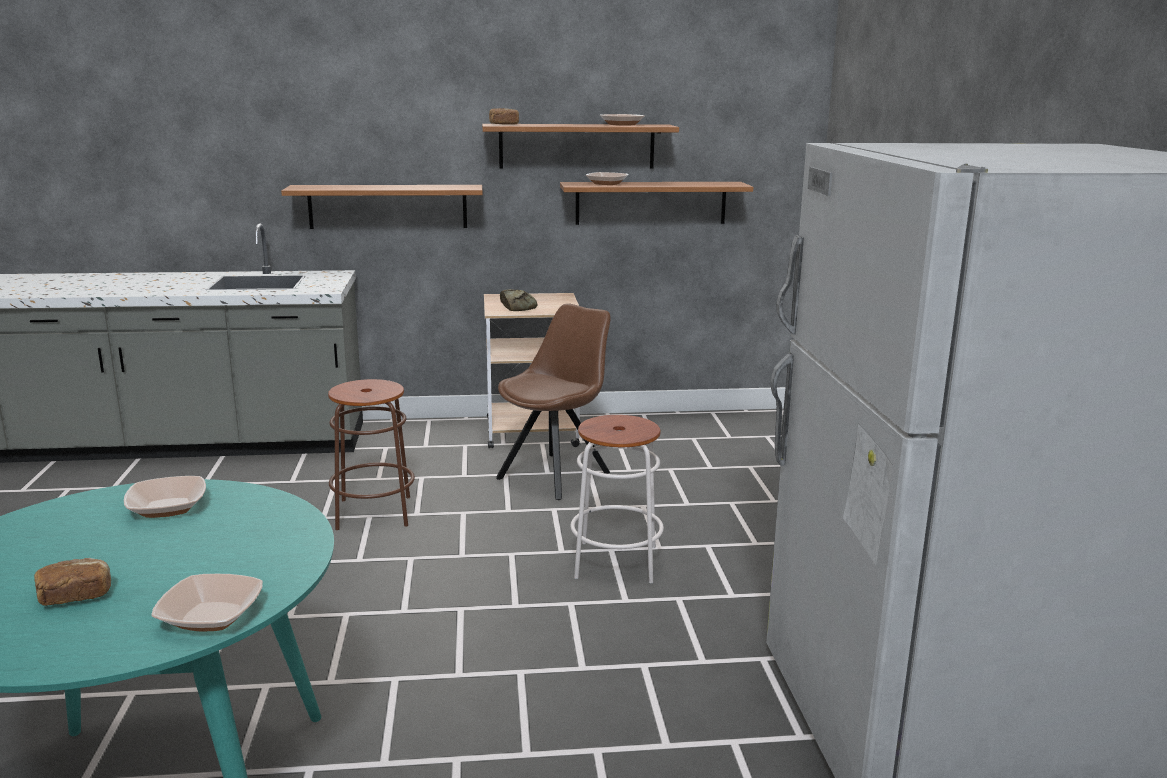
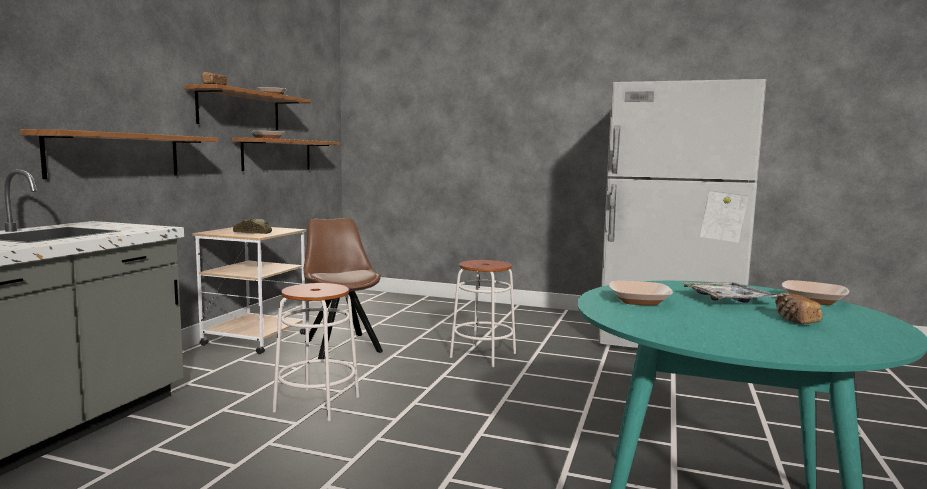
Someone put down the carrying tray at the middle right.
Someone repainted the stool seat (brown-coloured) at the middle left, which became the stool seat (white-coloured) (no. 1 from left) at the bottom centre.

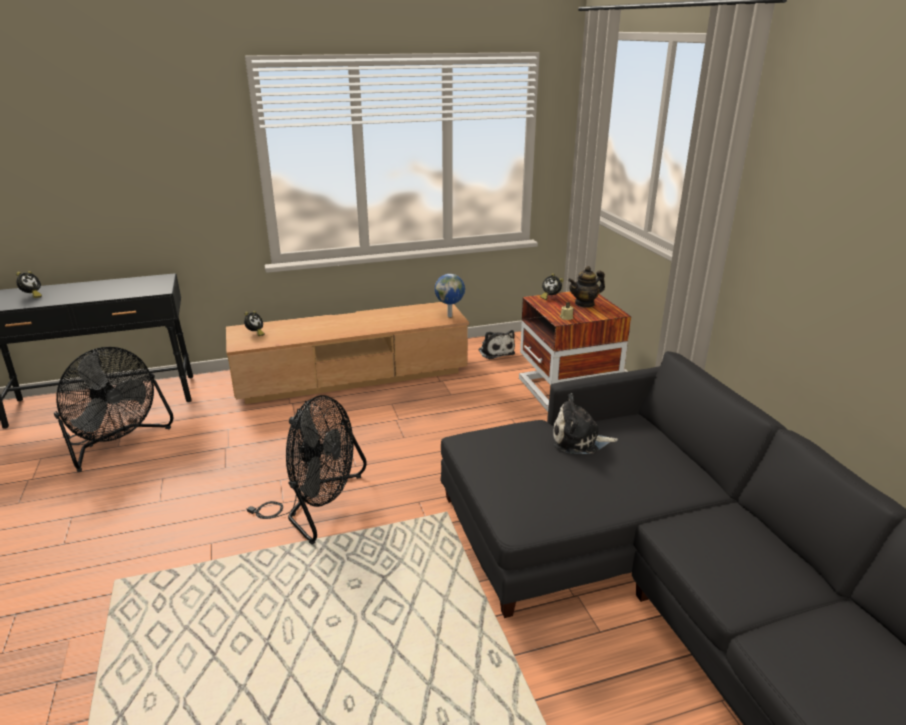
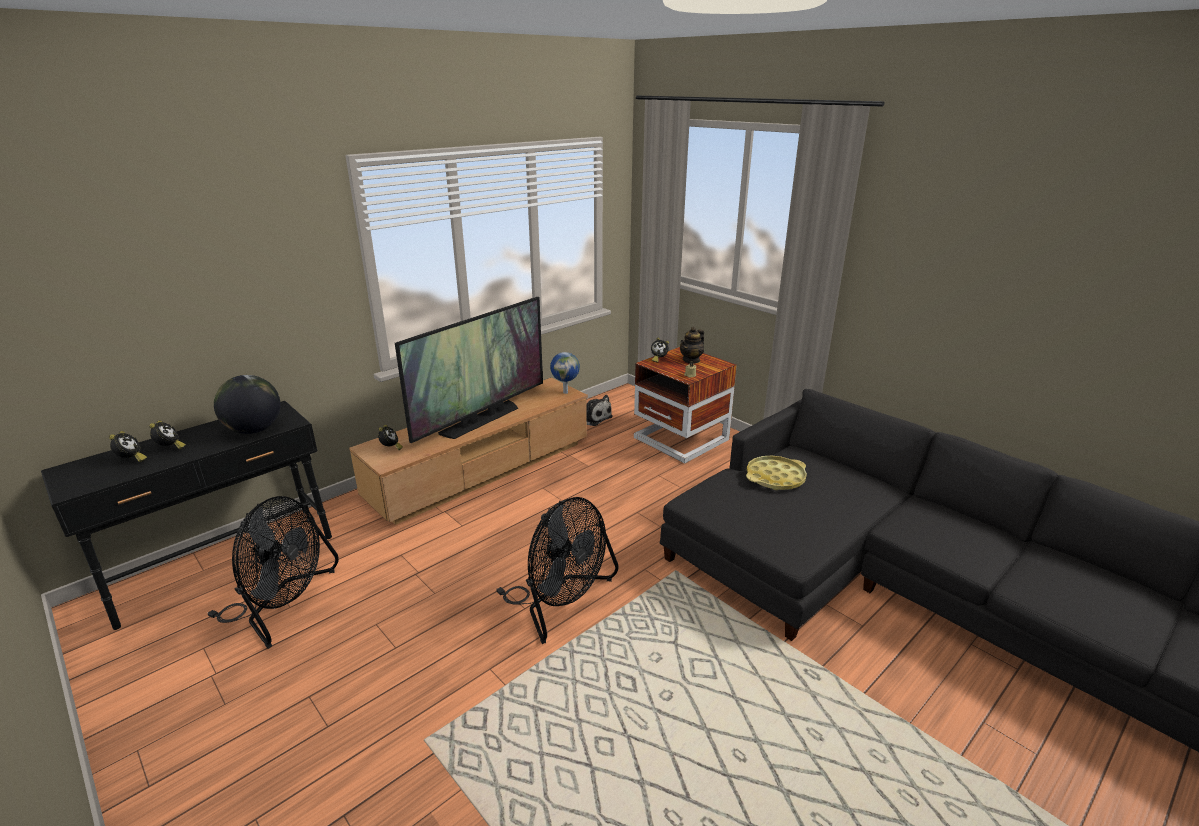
Someone put down the bedside clock (no. 2 from left) at the middle left.
Someone put down the world globe (no. 1 from left) at the middle left.
Someone put down the TV set at the centre.
Someone swapped the plush toy (no. 2 from left) at the centre for the carrying tray (yellow-coloured) at the centre.
Someone rotated the electric fan (blackish) (no. 2 from left) at the centre by 45 degrees clockwise.

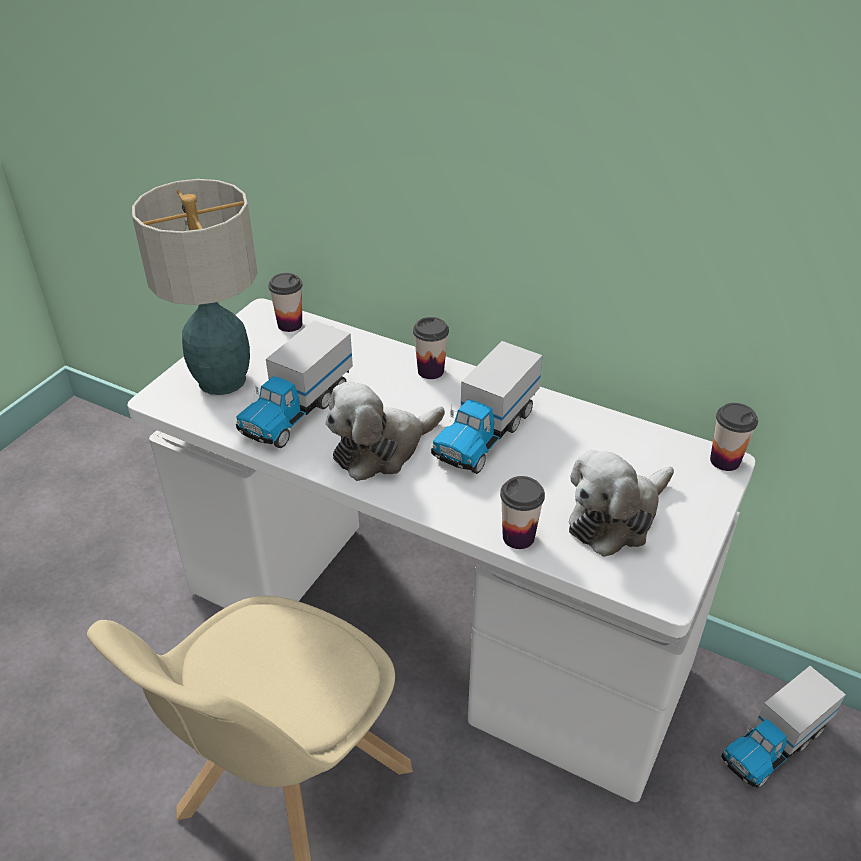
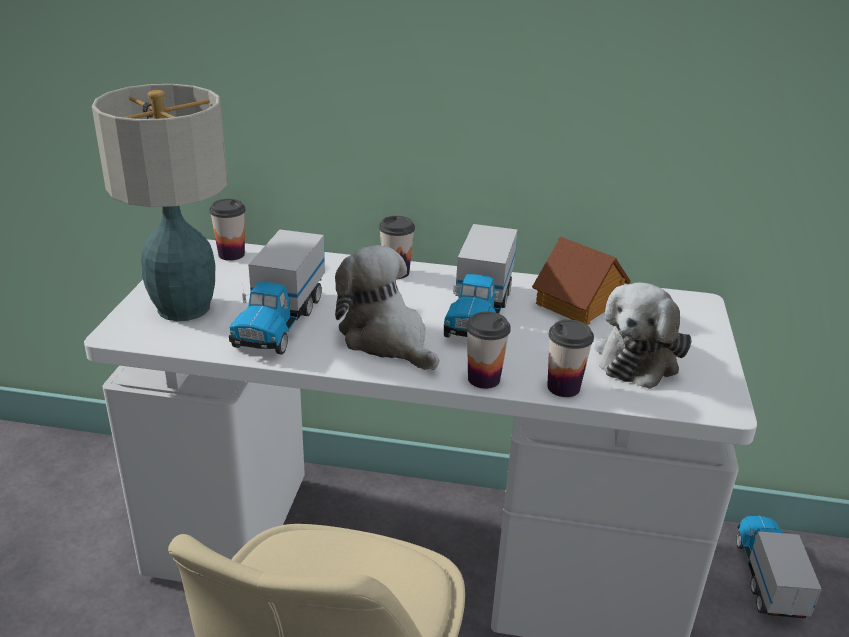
Someone put down the model house at the middle right.
Someone carried the cup (no. 4 from left in the first image) from the middle right to the centre.
Someone rotated the plush toy (no. 1 from left) at the centre by 105 degrees clockwise.
Someone rotated the toy truck (no. 3 from left) at the bottom right by 150 degrees clockwise.

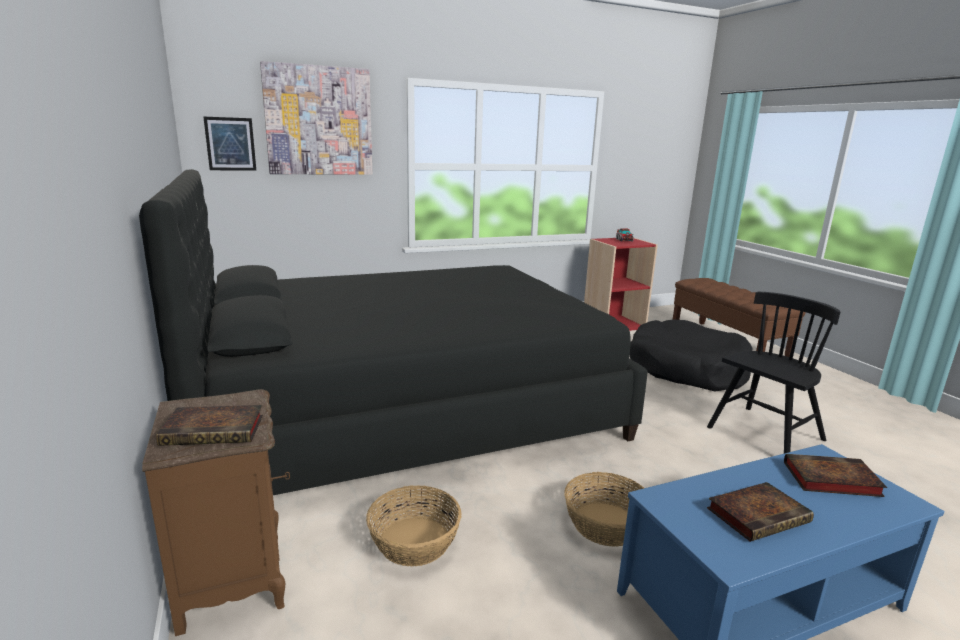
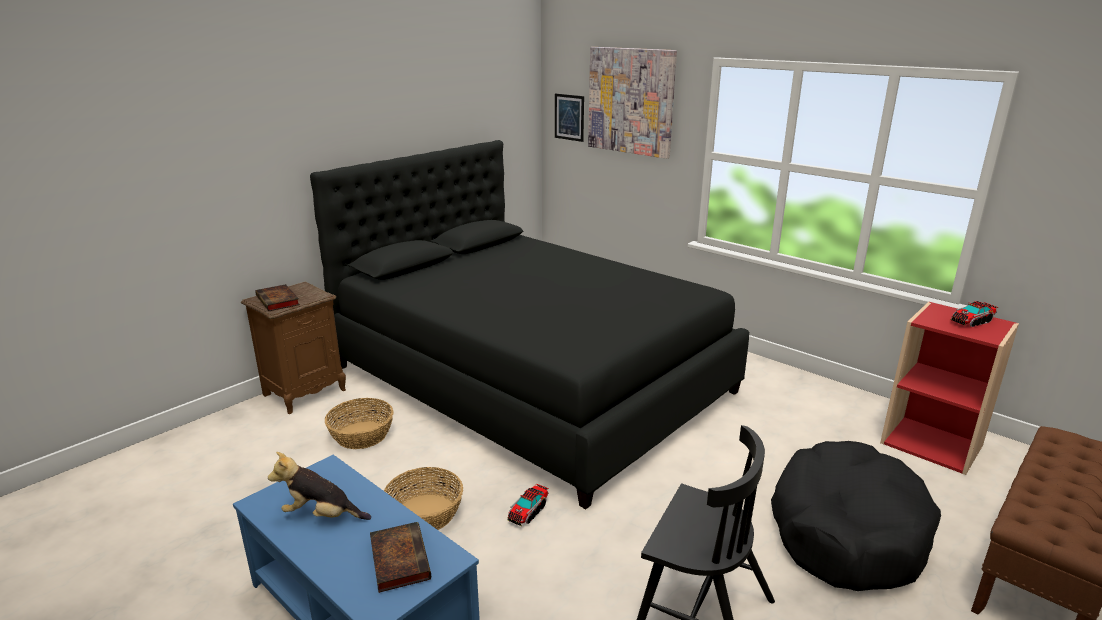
Someone put down the toy truck (no. 1 from left) at the bottom centre.
Someone swapped the bound book (no. 2 from left) at the bottom right for the plush toy at the bottom left.

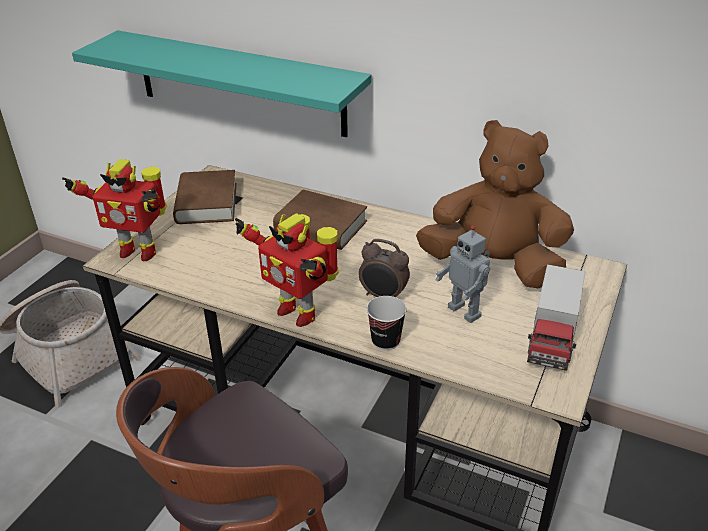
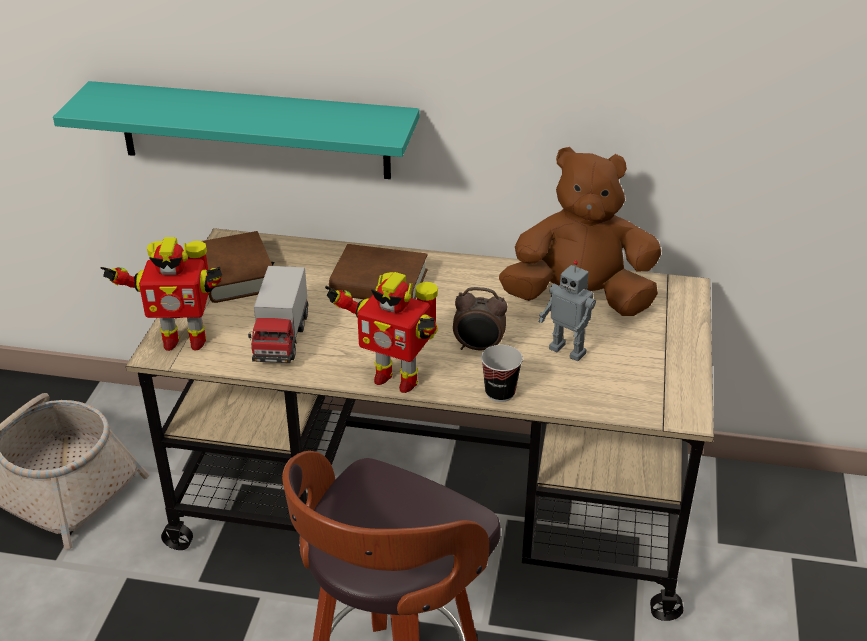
Someone carried the toy truck from the middle right to the middle left.

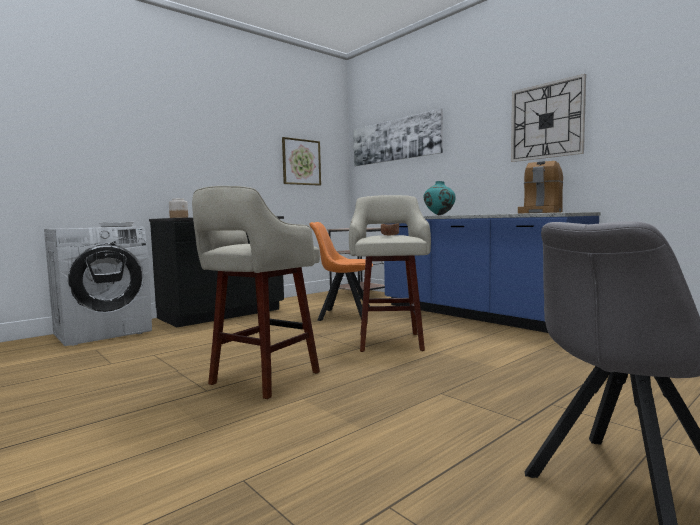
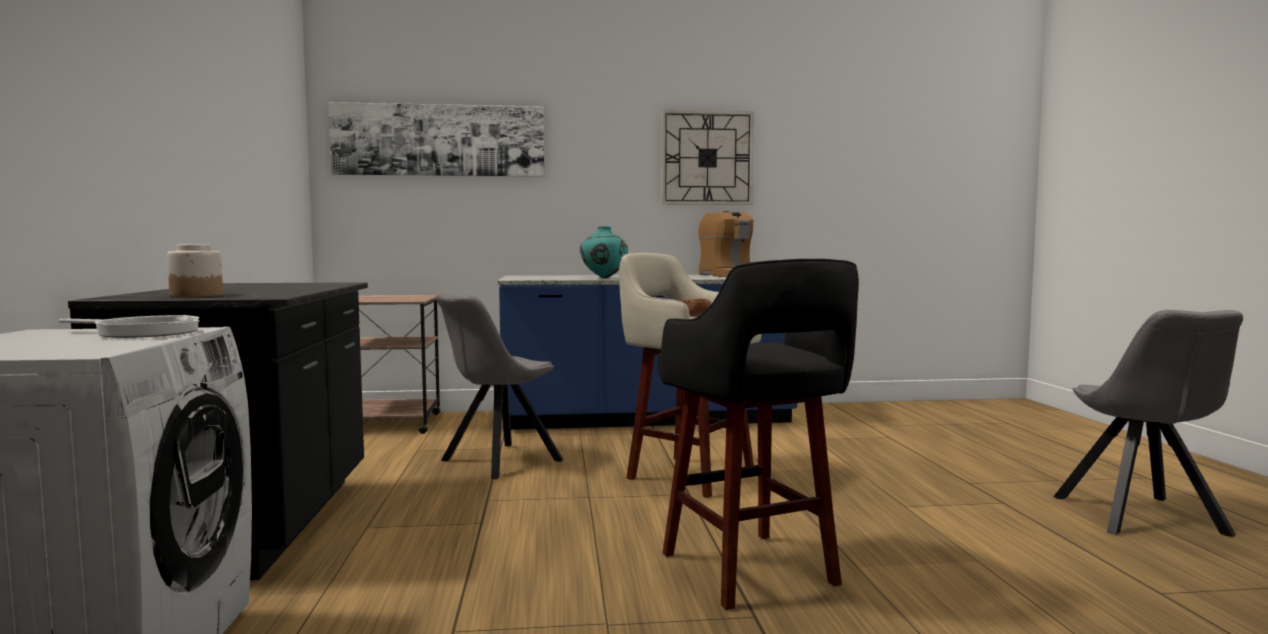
Someone took away the wall picture (no. 1 from left) at the top centre.
Someone repainted the stool seat (sand-coloured) (no. 1 from left) at the centre, which became the stool seat (blackish) at the bottom centre.
Someone repainted the upright chair (orangey) at the centre, which became the upright chair (gray) (no. 1 from left) at the centre.

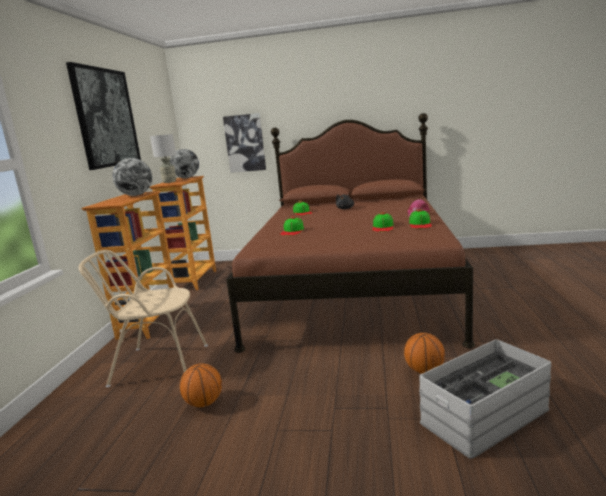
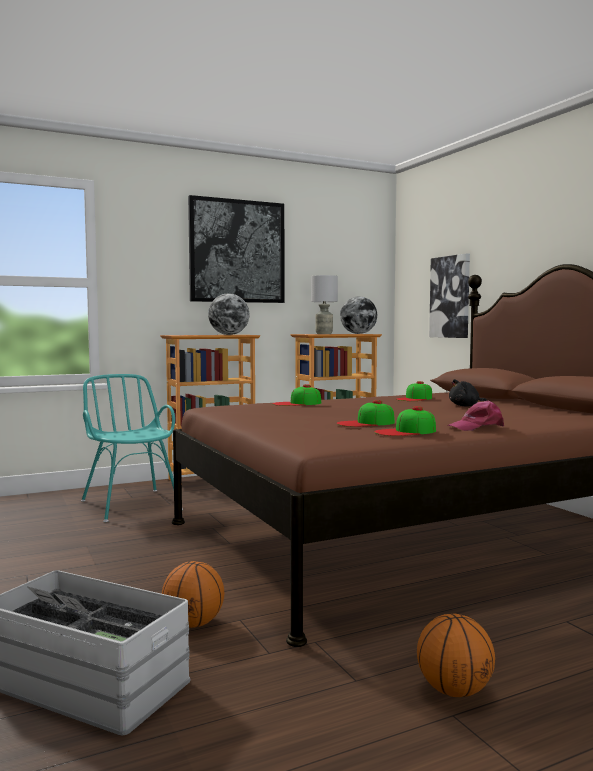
Someone carried the basketball ball (no. 1 from left in the first image) from the bottom left to the bottom right.
Someone repainted the upright chair (sand-coloured) at the middle left, which became the upright chair (blue-green) at the middle left.

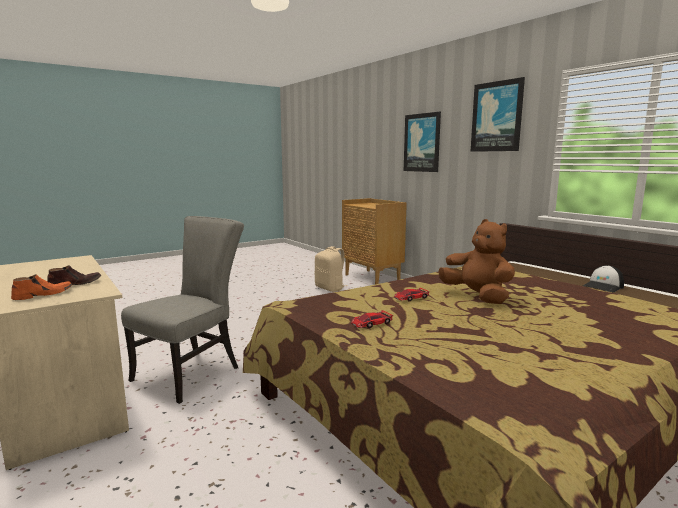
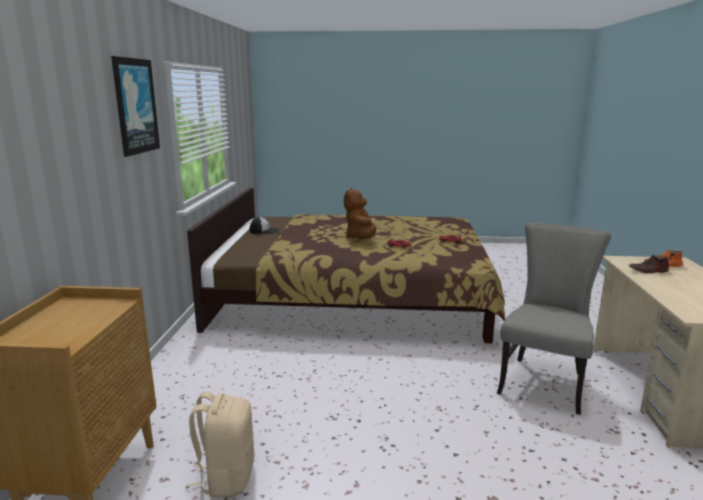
Someone took away the wall picture (no. 1 from left) at the top centre.
Someone rotated the upright chair (gray) at the middle left by 135 degrees clockwise.

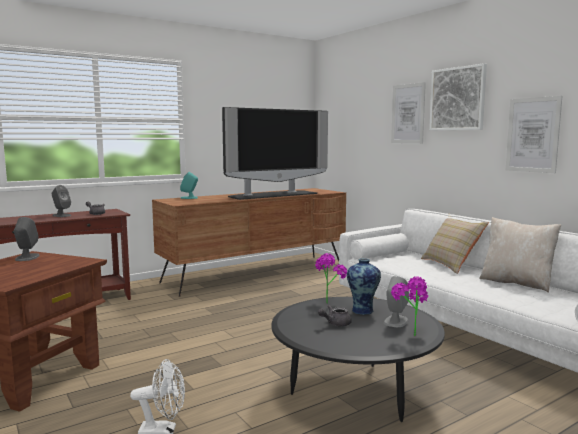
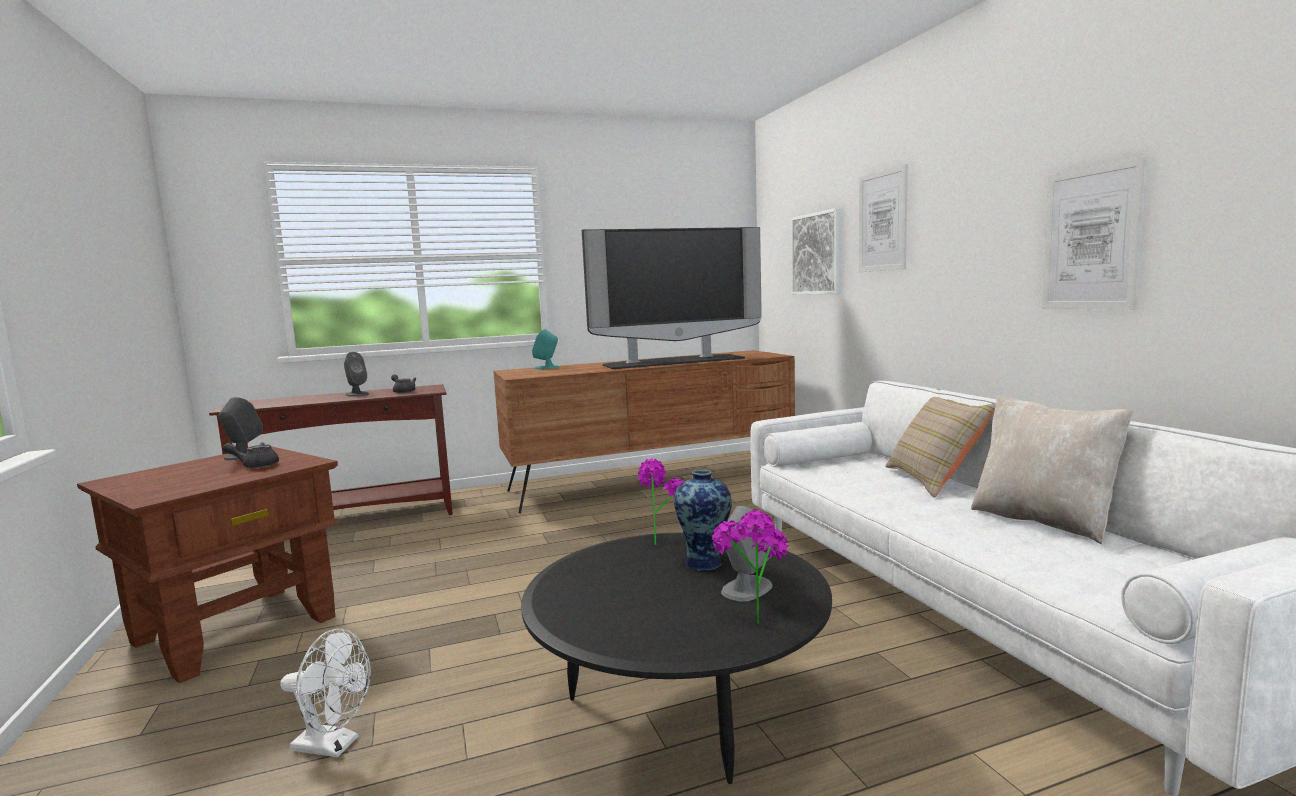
Someone carried the pot for tea (gray) (no. 2 from left in the first image) from the bottom centre to the middle left.
Someone carried the wall picture (no. 2 from left in the first image) from the top right to the top centre.

